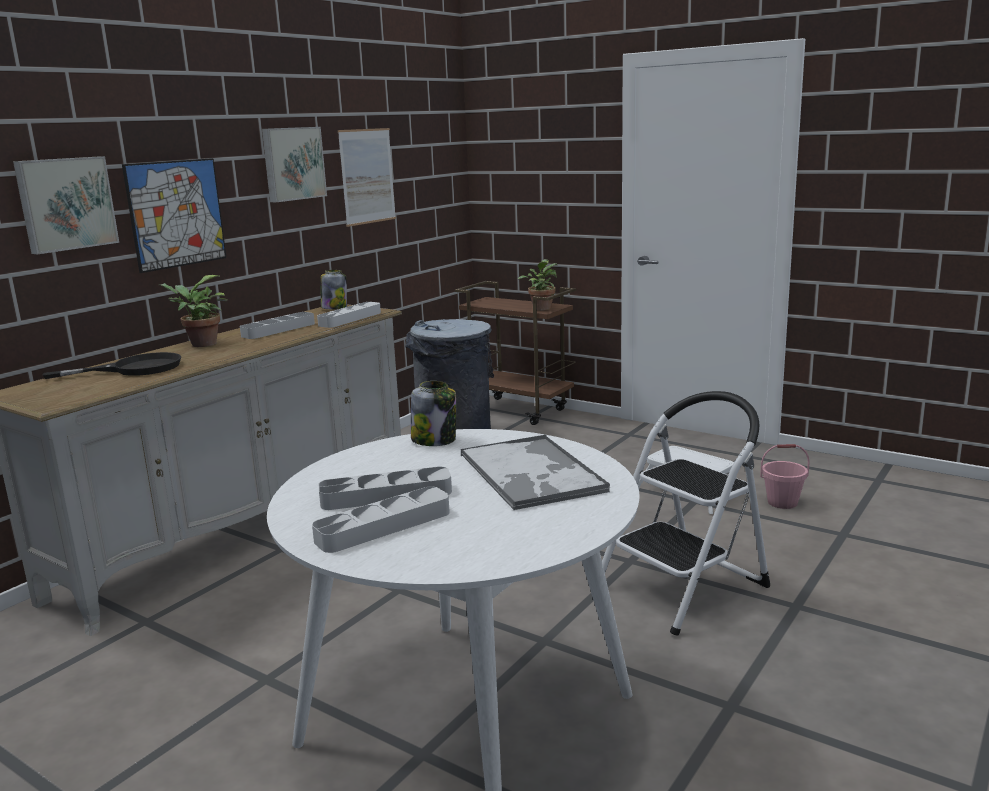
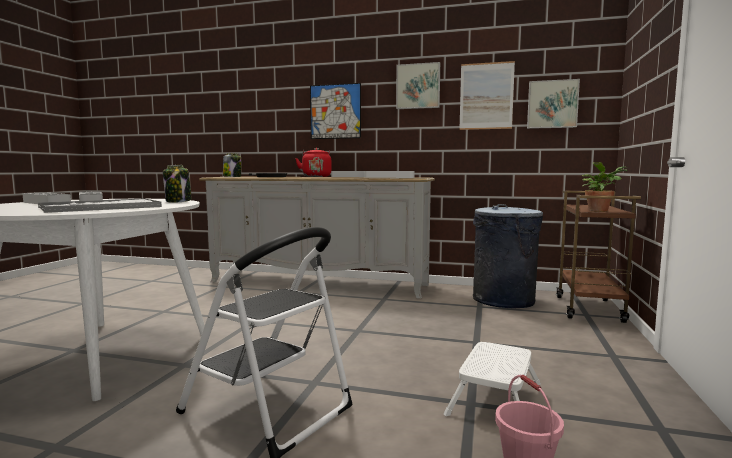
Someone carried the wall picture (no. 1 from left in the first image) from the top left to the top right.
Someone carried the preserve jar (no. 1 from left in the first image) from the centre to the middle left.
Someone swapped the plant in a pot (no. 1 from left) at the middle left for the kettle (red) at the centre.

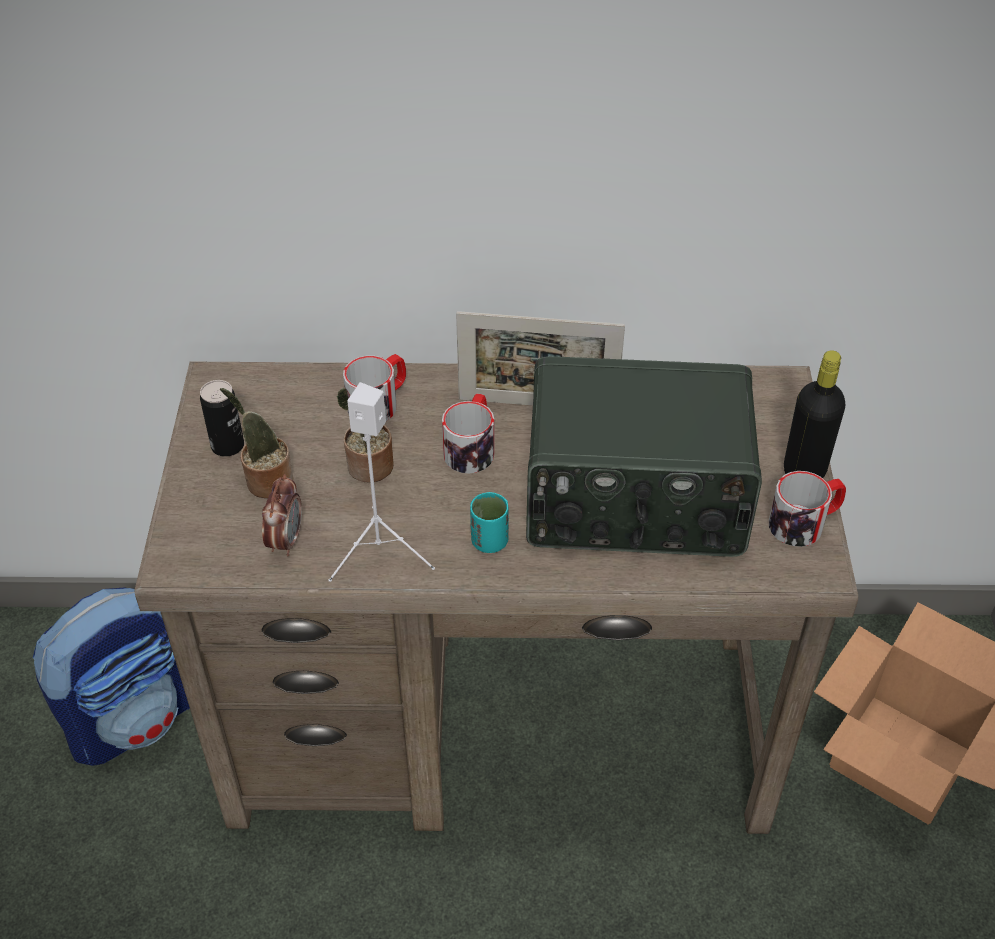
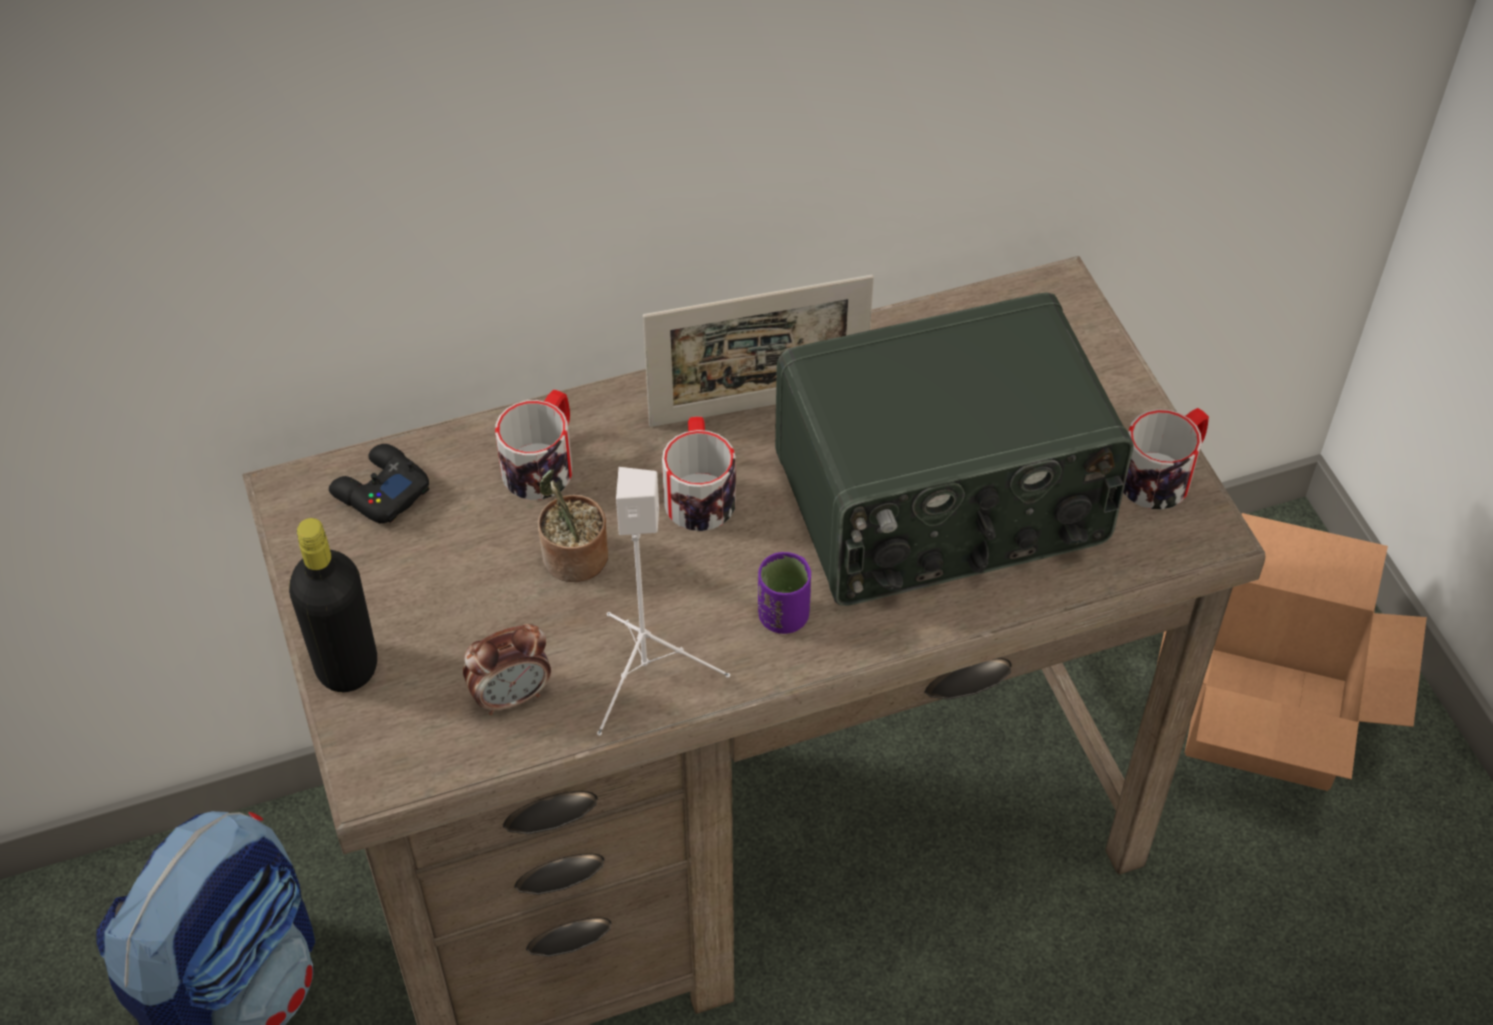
Someone took away the sealed can at the middle left.
Someone took away the plant in a pot (no. 1 from left) at the middle left.
Someone put down the game controller (blackish) at the middle left.
Someone carried the bottle (blackish) from the middle right to the middle left.
Someone repainted the cup (blue-green) at the centre, which became the cup (purple-coloured) at the centre.
Someone rotated the bedside clock at the middle left by 75 degrees clockwise.

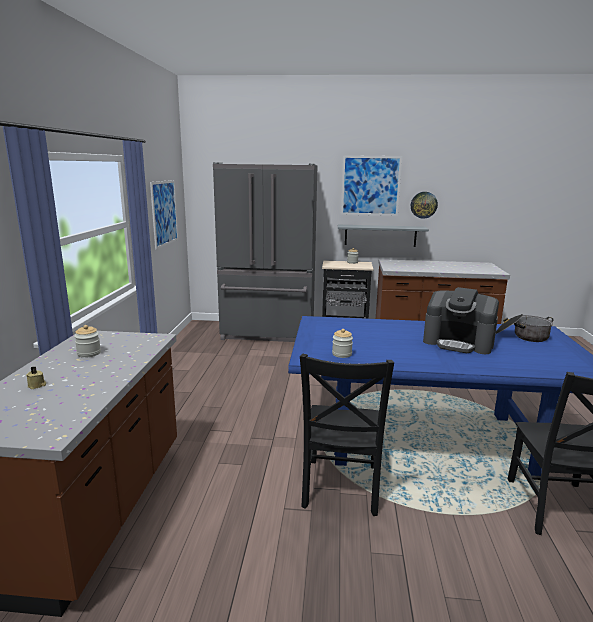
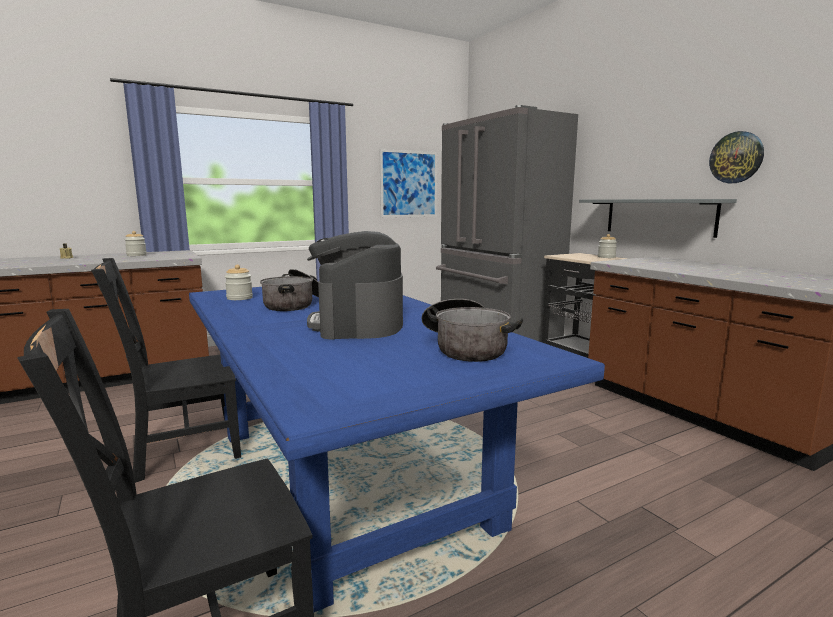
Someone took away the wall picture (no. 2 from left) at the top centre.
Someone put down the stockpot (no. 1 from left) at the centre.

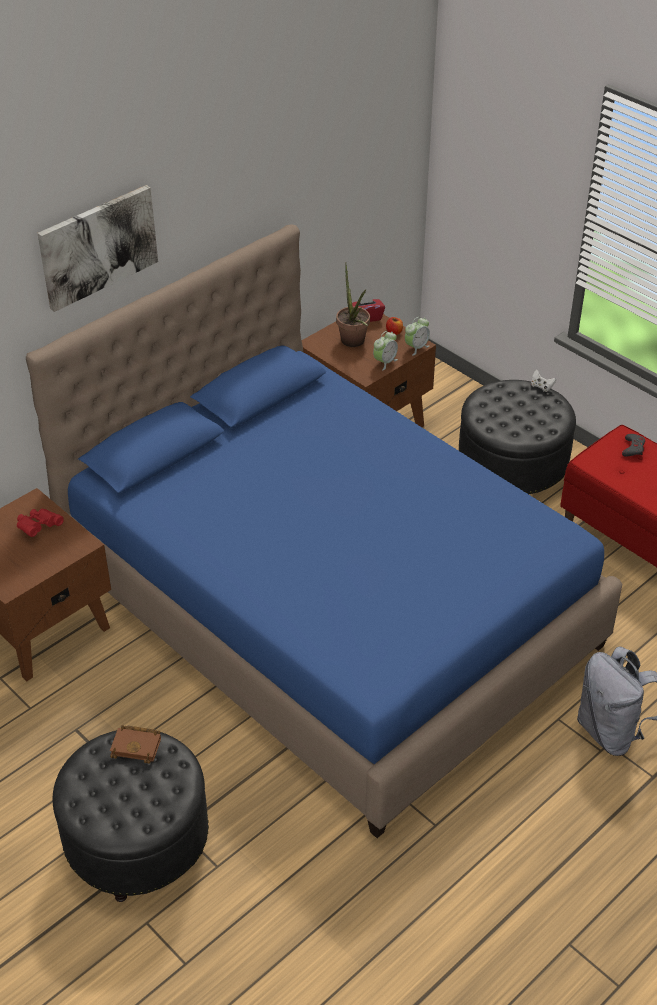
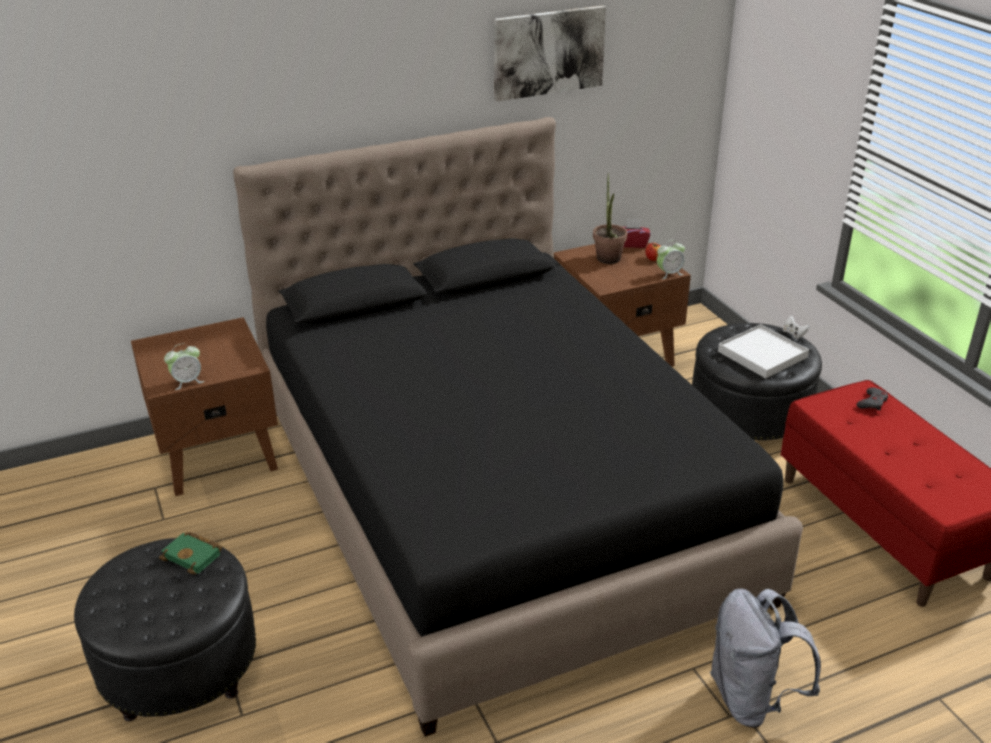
Someone took away the pair of binoculars (red) at the middle left.
Someone put down the carrying tray (white-coloured) at the middle right.
Someone carried the wall picture from the top left to the top centre.
Someone carried the bedside clock (no. 1 from left) from the centre to the middle left.
Someone repainted the sleeping bed (blue-coloured) at the centre, which became the sleeping bed (blackish) at the centre.
Someone repainted the bound book (brown-coloured) at the bottom left, which became the bound book (greenish) at the bottom left.

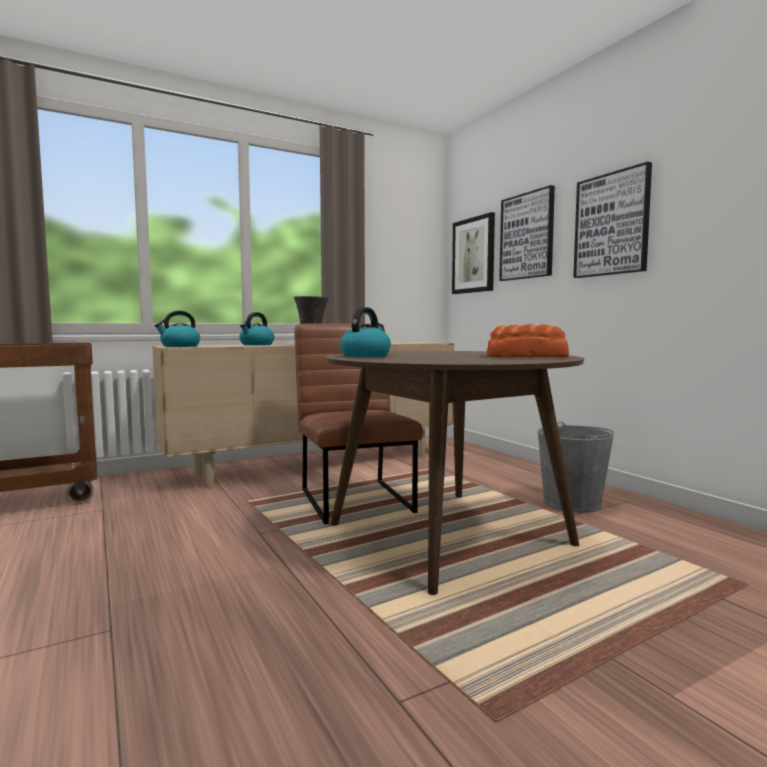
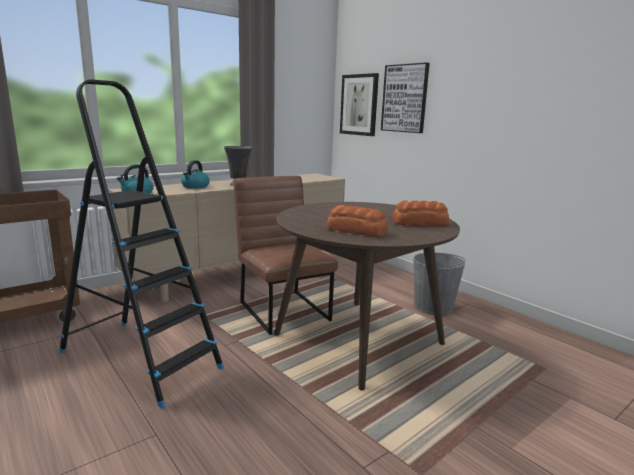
Someone took away the kettle (no. 3 from left) at the centre.
Someone took away the wall picture (no. 3 from left) at the top right.
Someone put down the step stool (blackish) at the middle left.
Someone put down the baked bread (no. 1 from left) at the centre.

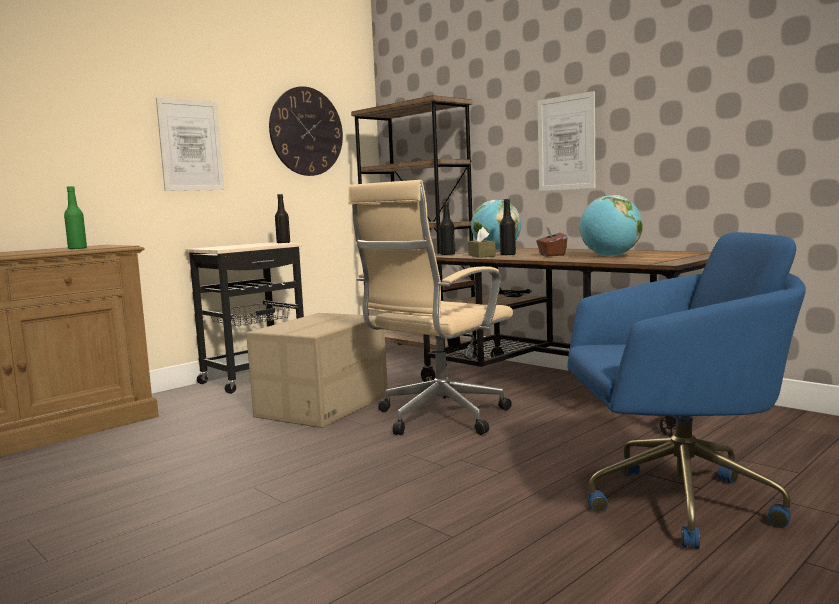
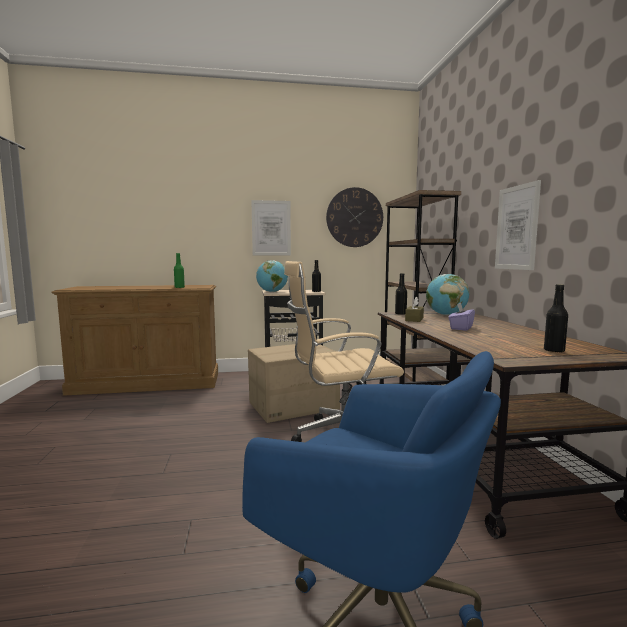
Someone carried the bottle (blackish) (no. 3 from left) from the centre to the middle right.
Someone carried the world globe (no. 2 from left in the first image) from the middle right to the centre.
Someone repainted the tissue box (brown-coloured) (no. 2 from left) at the centre, which became the tissue box (purple-coloured) at the middle right.

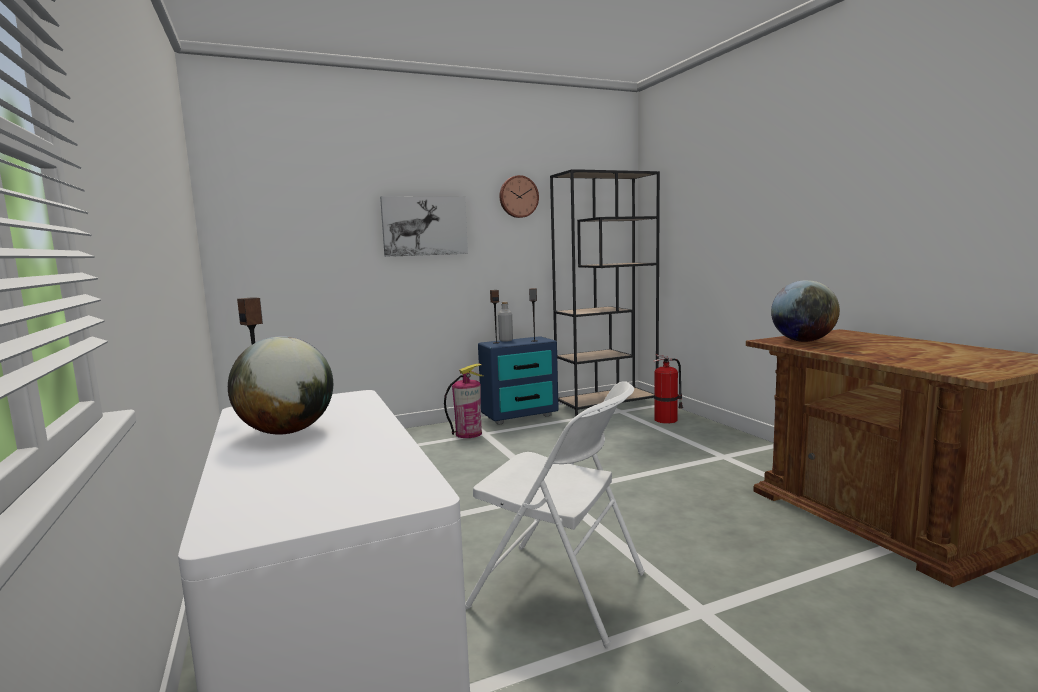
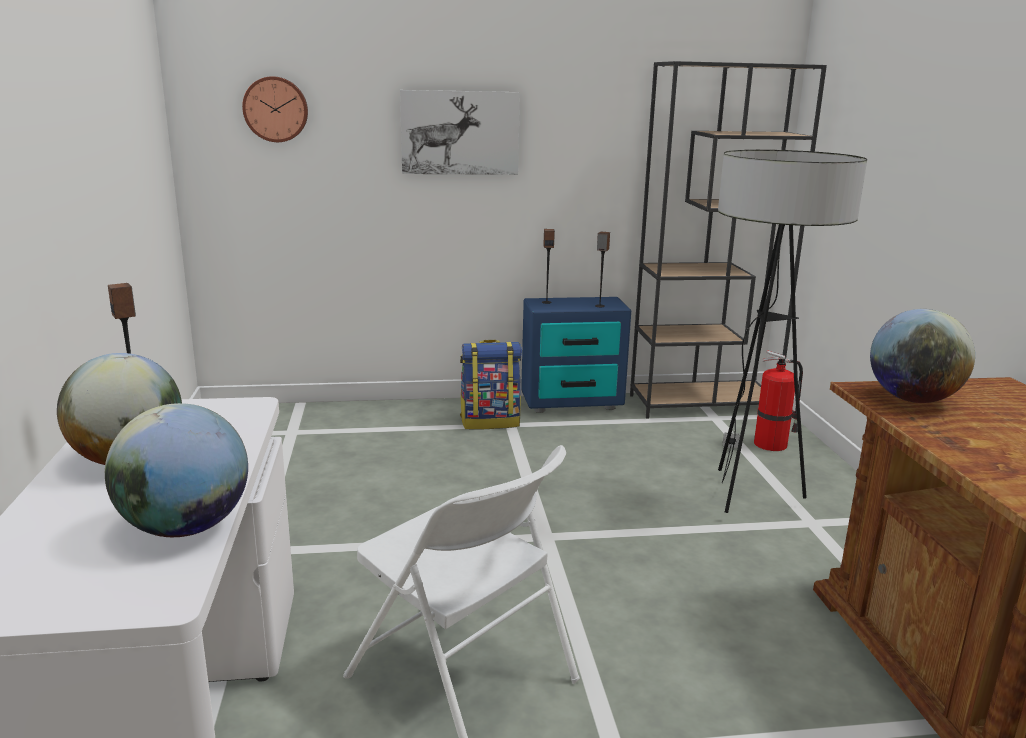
Someone took away the bottle (gray) at the centre.
Someone put down the world globe (no. 2 from left) at the middle left.
Someone put down the standard lamp at the middle right.
Someone carried the clock on the wall from the top centre to the top left.
Someone swapped the extinguisher (no. 1 from left) at the centre for the backpack at the centre.

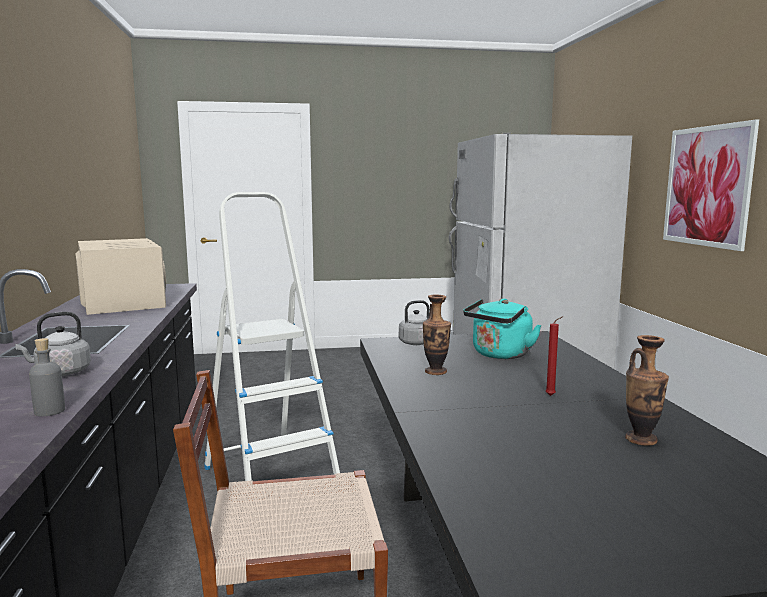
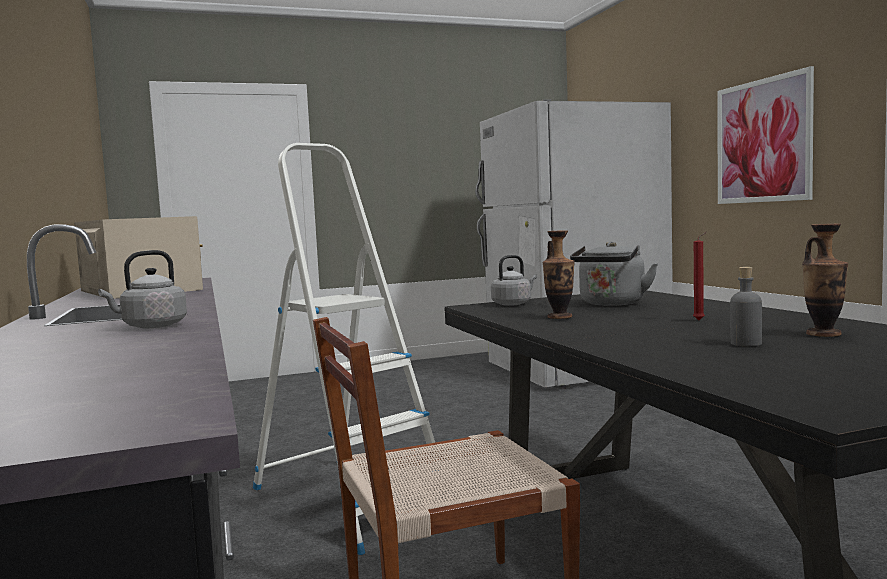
Someone carried the bottle (gray) from the middle left to the middle right.
Someone repainted the kettle (blue-green) at the centre, which became the kettle (gray) (no. 3 from left) at the middle right.

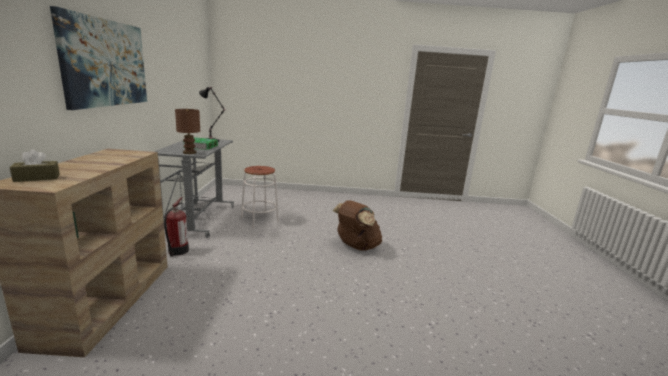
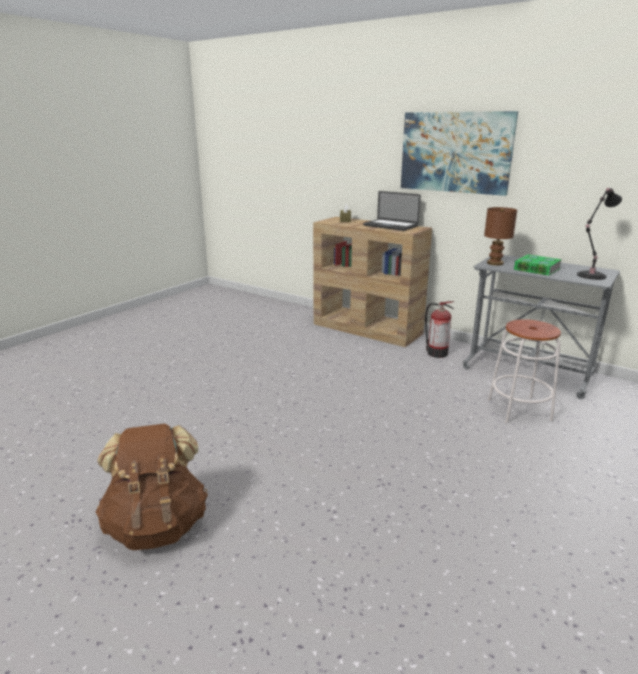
Someone put down the laptop at the top centre.
Someone carried the backpack (brown-coloured) from the centre to the bottom left.

